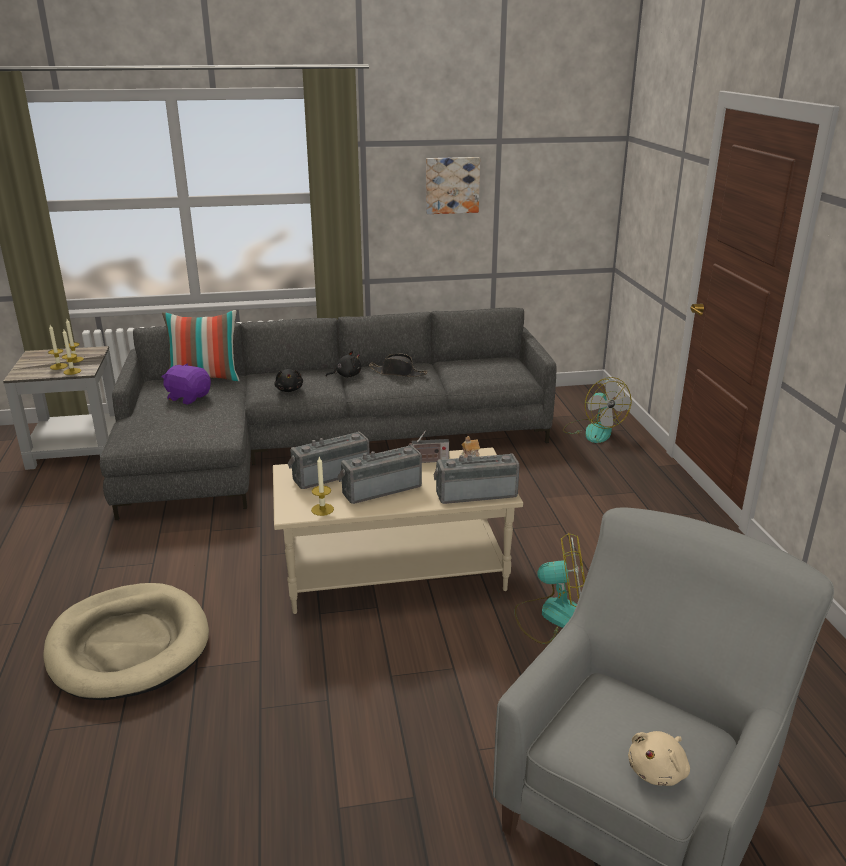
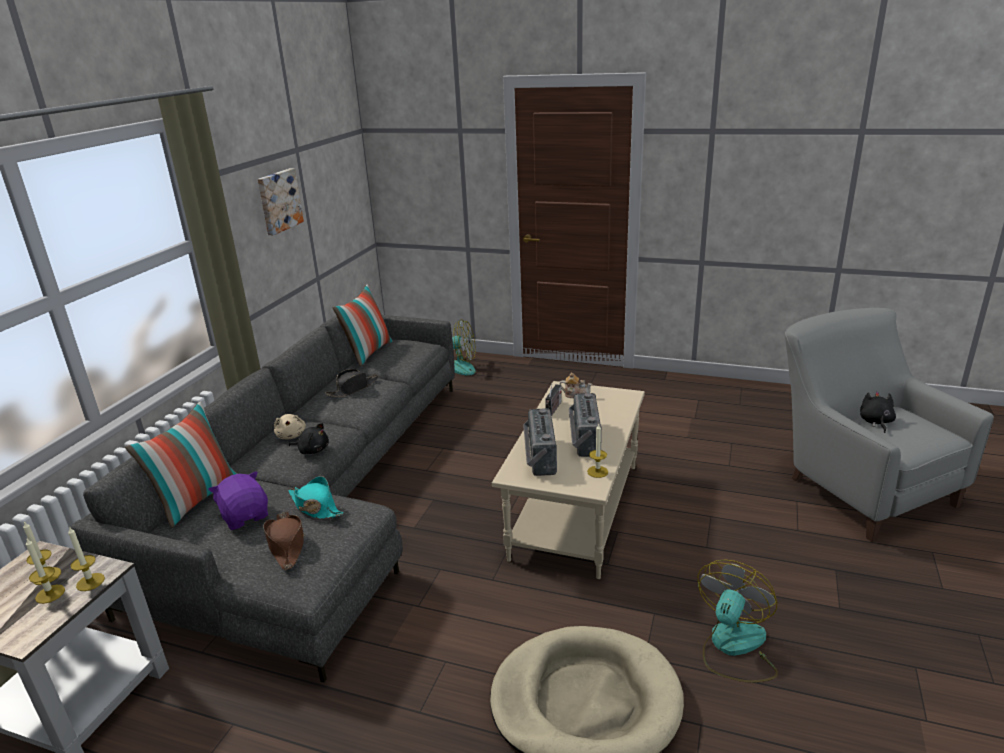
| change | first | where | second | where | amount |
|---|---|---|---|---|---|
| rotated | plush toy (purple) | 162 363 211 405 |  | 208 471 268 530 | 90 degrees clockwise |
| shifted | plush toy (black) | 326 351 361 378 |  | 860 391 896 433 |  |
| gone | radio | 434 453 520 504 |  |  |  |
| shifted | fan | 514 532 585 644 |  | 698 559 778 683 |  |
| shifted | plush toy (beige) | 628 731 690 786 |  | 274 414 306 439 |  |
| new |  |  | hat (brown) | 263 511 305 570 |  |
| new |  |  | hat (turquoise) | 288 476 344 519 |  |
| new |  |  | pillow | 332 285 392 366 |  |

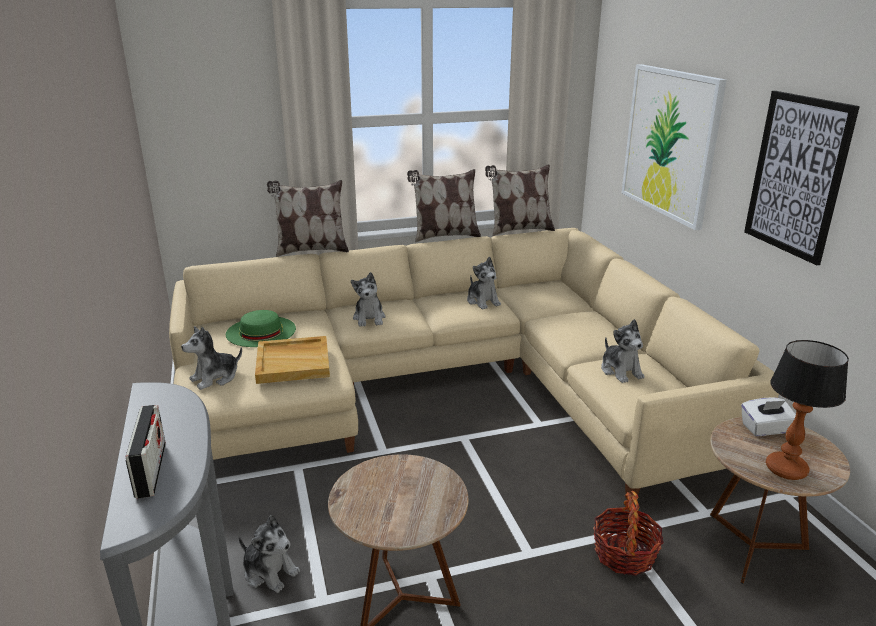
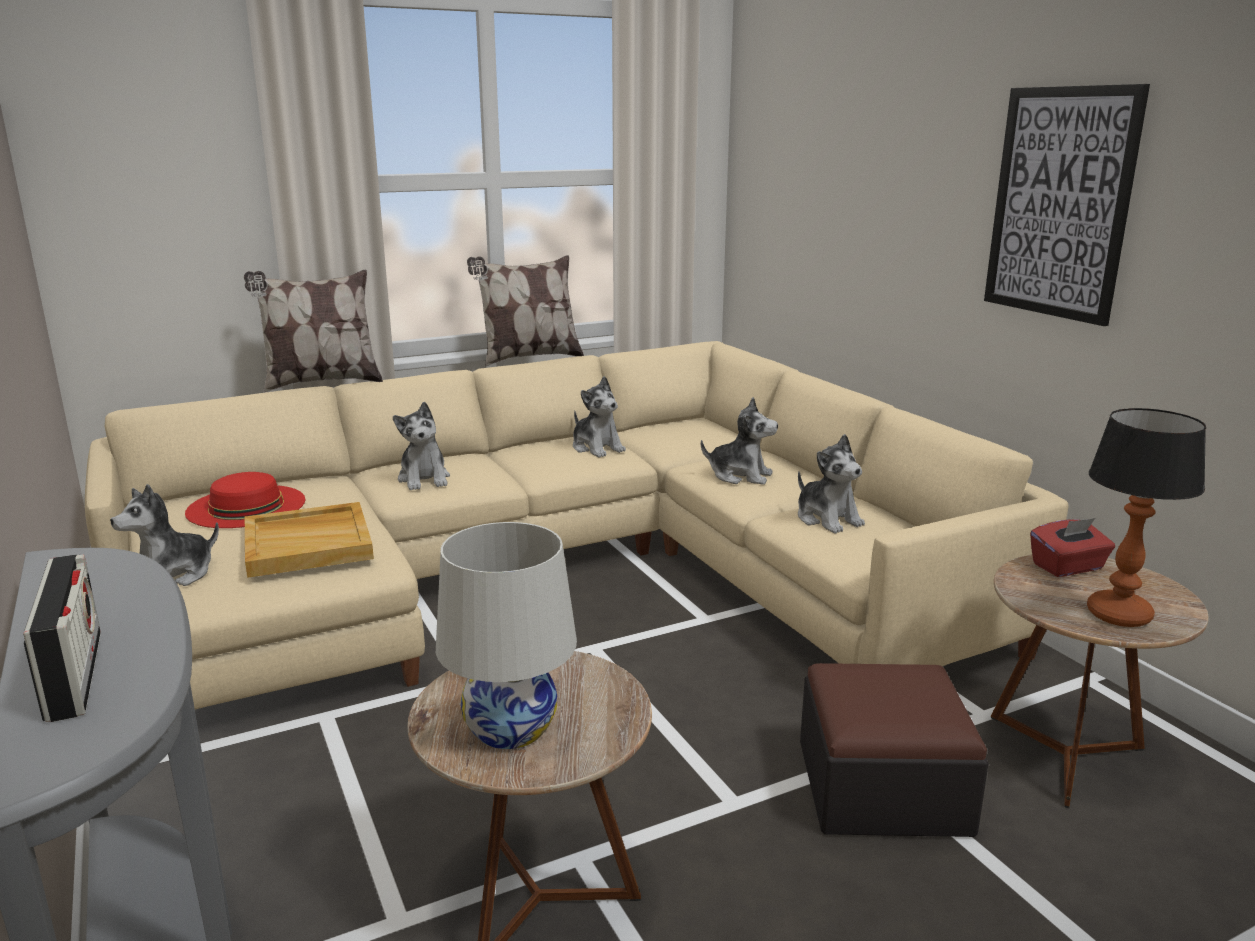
| change | first | where | second | where | amount |
|---|---|---|---|---|---|
| repainted | hat (green) | 226 310 296 347 | hat (red) | 185 472 305 528 |  |
| shifted | plush toy | 238 515 300 593 |  | 701 397 778 485 |  |
| gone | pillow | 485 164 555 236 |  |  |  |
| swapped | basket | 593 491 663 576 | ottoman | 800 663 989 837 |  |
| gone | picture | 622 64 727 230 |  |  |  |
| repainted | tissue box (white) | 741 398 796 436 | tissue box (red) | 1030 518 1115 577 |  |
| new |  |  | table lamp (white) | 436 522 577 749 |  |

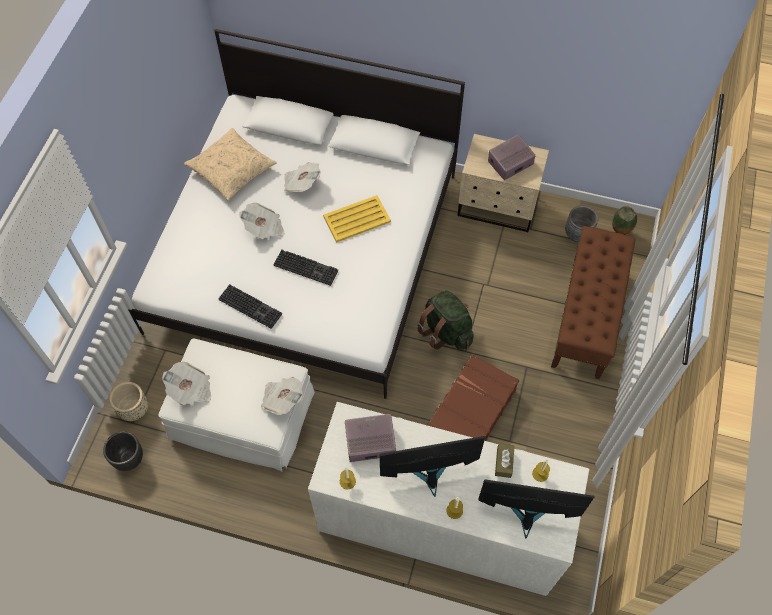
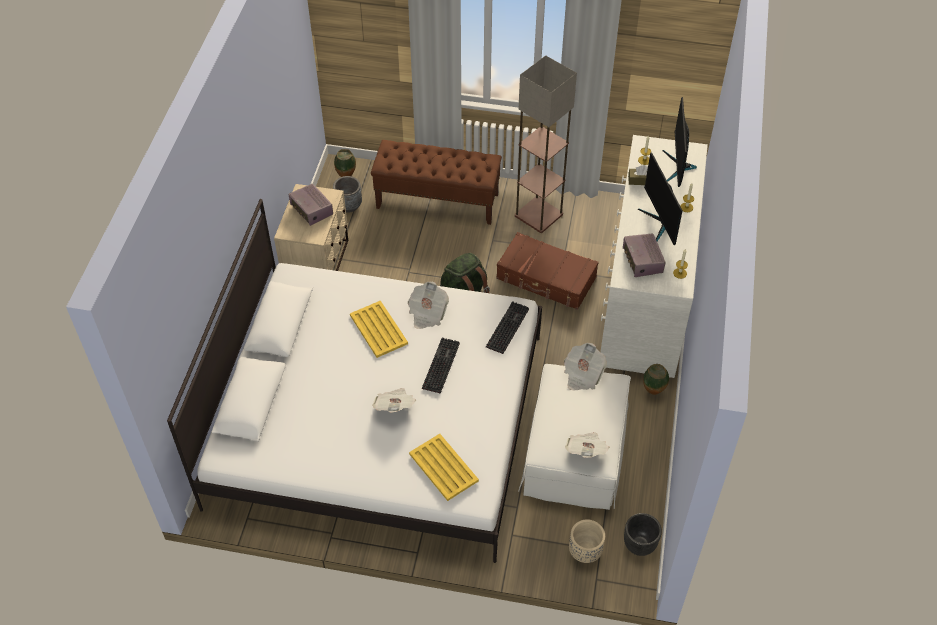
| change | first | where | second | where | amount |
|---|---|---|---|---|---|
| gone | pillow (beige) | 184 128 277 201 |  |  |  |
| shifted | keyboard | 219 284 282 329 |  | 486 301 529 354 |  |
| shifted | newspaper | 284 162 321 192 |  | 408 281 449 329 |  |
| new |  |  | tray (yellow) | 409 434 479 501 |  |
| new |  |  | floor lamp | 515 55 577 233 |  |
| new |  |  | vase | 643 364 669 395 |  |

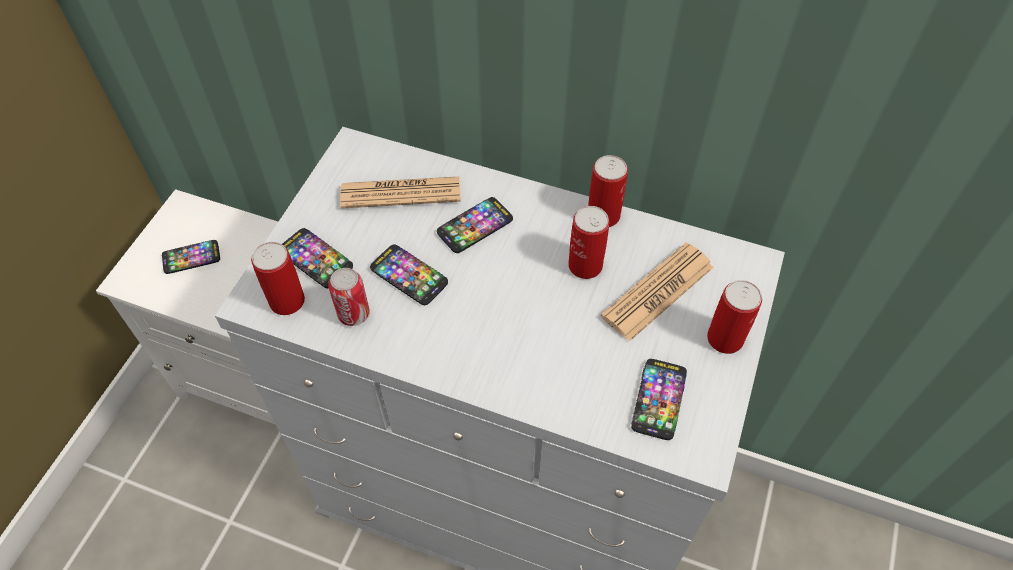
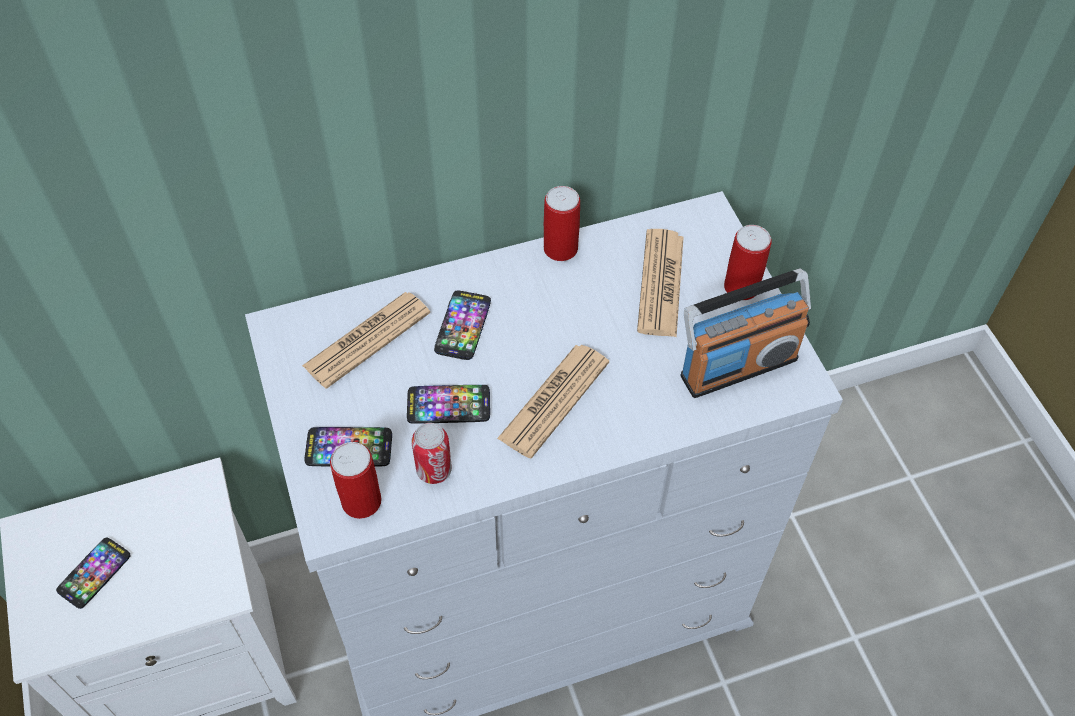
| change | first | where | second | where | amount |
|---|---|---|---|---|---|
| gone | can | 568 206 610 279 |  |  |  |
| swapped | phone | 631 359 687 440 | radio | 681 268 811 398 |  |
| new |  |  | newspaper | 497 345 609 459 |  |

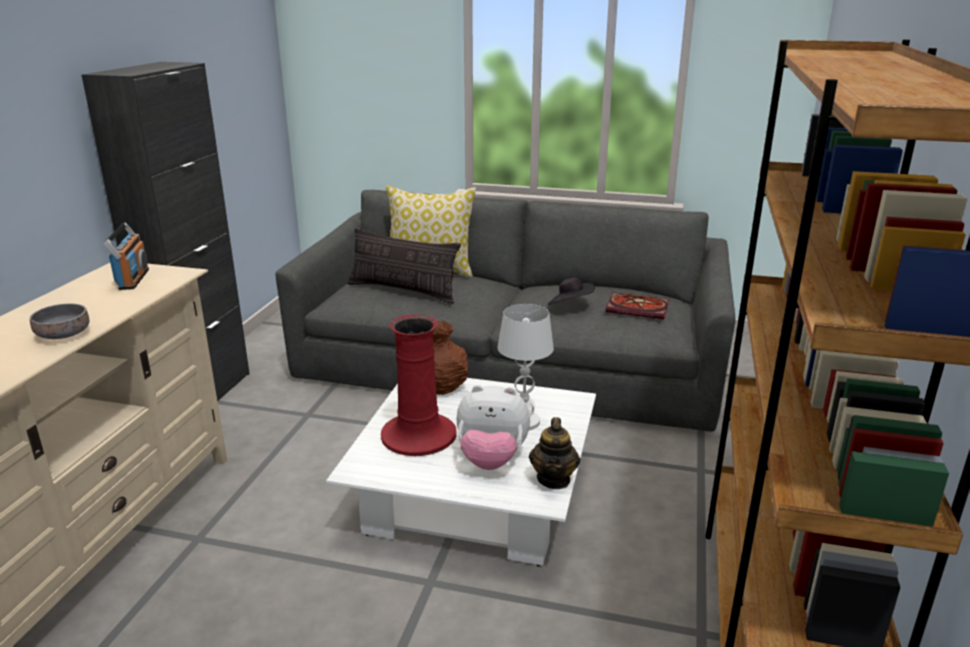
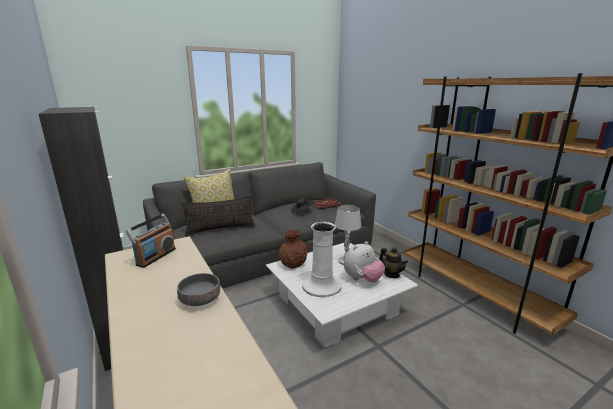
| change | first | where | second | where | amount |
|---|---|---|---|---|---|
| rotated | radio | 104 222 149 290 |  | 125 214 176 268 | 75 degrees clockwise |
| repainted | vase (red) | 381 315 457 456 | vase (white) | 302 222 342 297 |  |

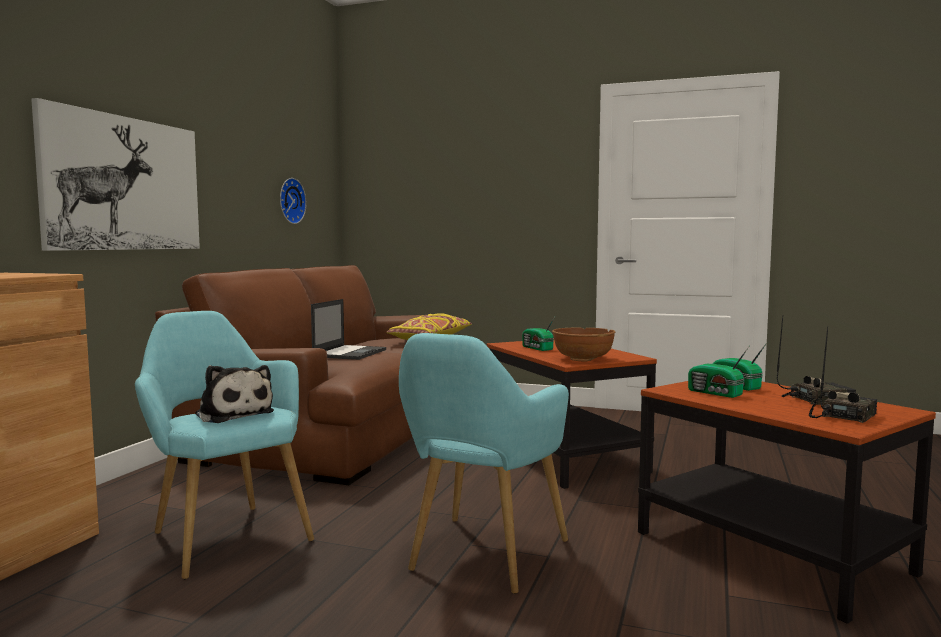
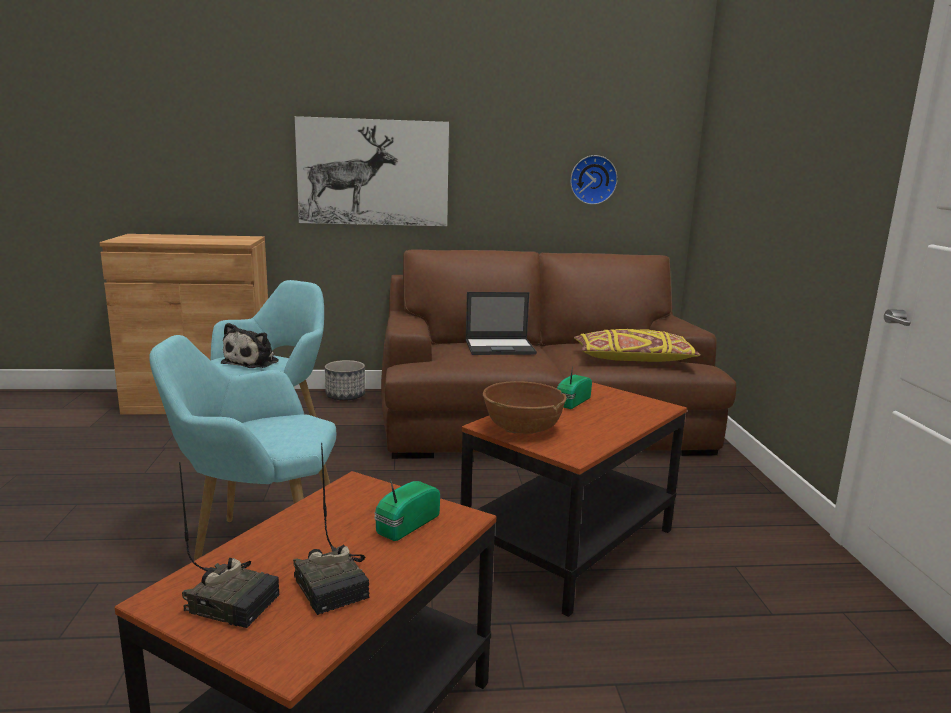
| change | first | where | second | where | amount |
|---|---|---|---|---|---|
| gone | radio | 688 345 750 398 |  |  |  |
| new |  |  | planter | 325 360 365 401 |  |

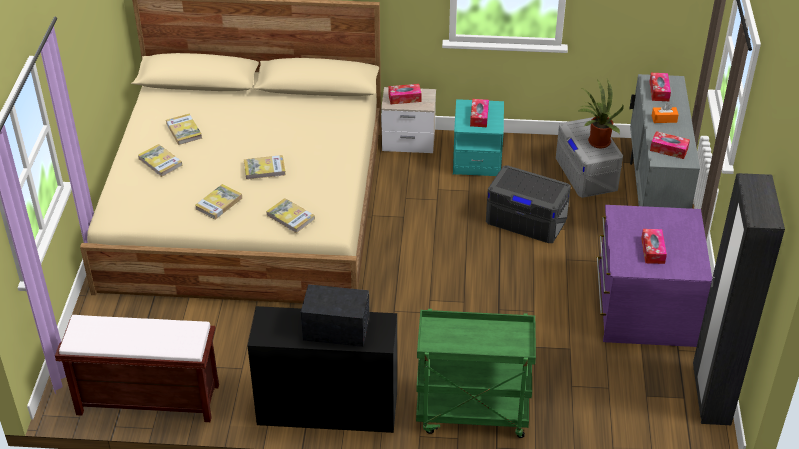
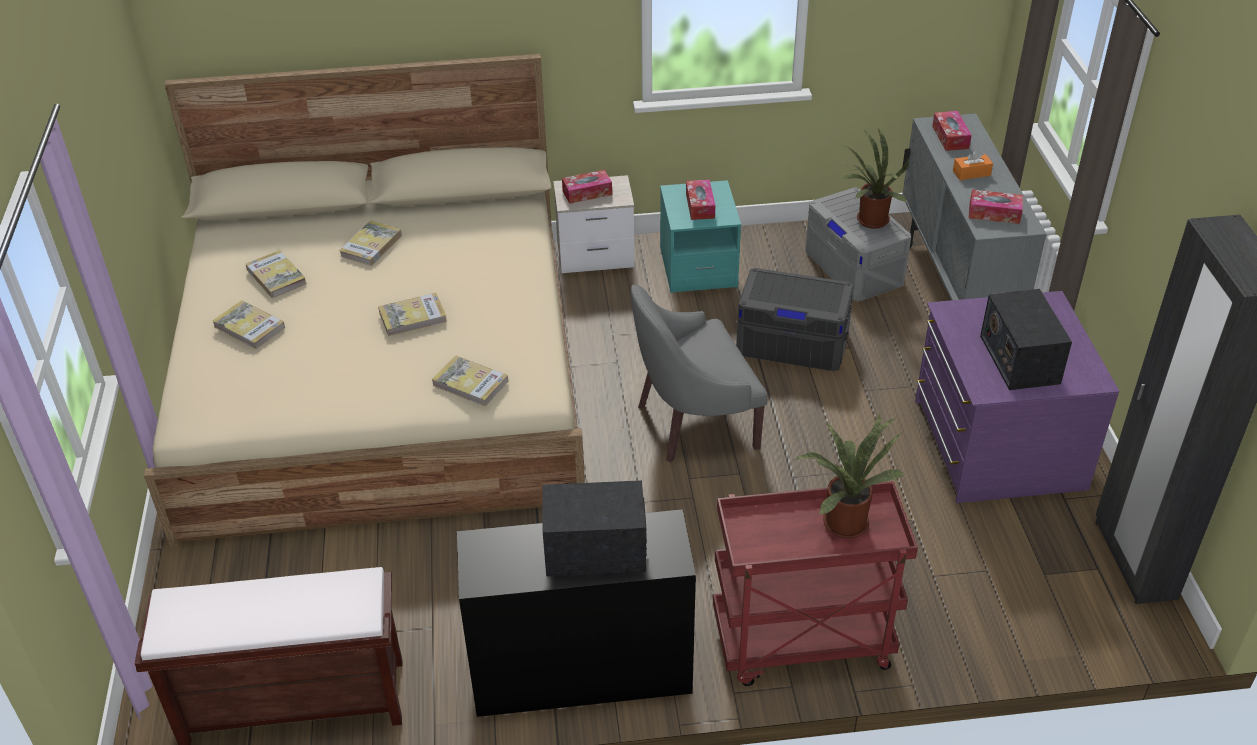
| change | first | where | second | where | amount |
|---|---|---|---|---|---|
| shifted | book | 195 184 242 220 |  | 339 220 402 266 |  |
| repainted | cart (green) | 416 309 536 438 | cart (red) | 713 481 918 686 |  |
| swapped | tissue box | 641 229 667 264 | radio | 980 289 1072 390 |  |
| new |  |  | armchair (grey) | 631 284 767 462 |  |
| new |  |  | potted plant | 794 413 906 538 |  |

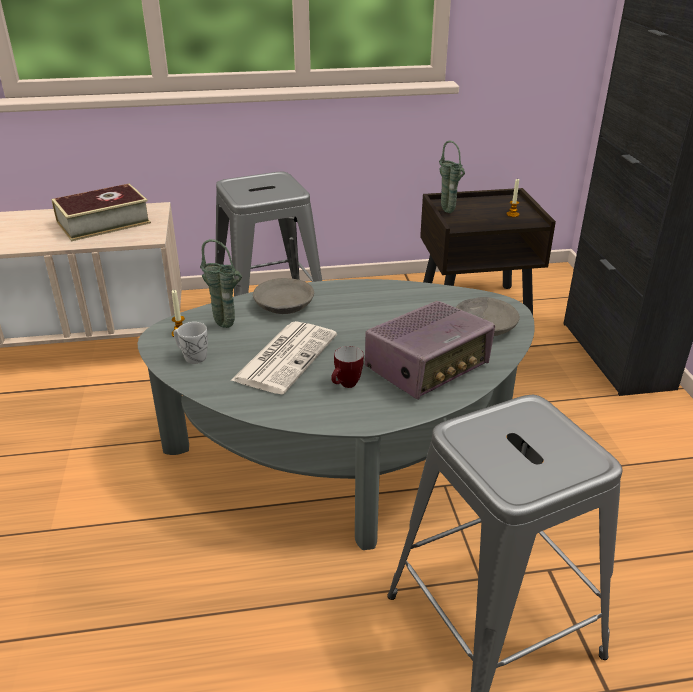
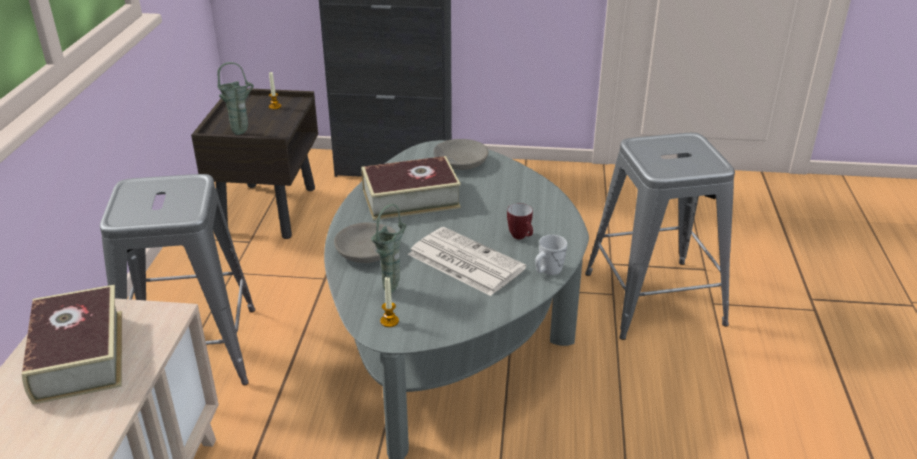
| change | first | where | second | where | amount |
|---|---|---|---|---|---|
| shifted | mug (white) | 173 322 208 364 |  | 535 235 567 275 |  |
| gone | radio | 365 301 495 400 |  |  |  |
| new |  |  | book | 361 156 461 220 |  |

